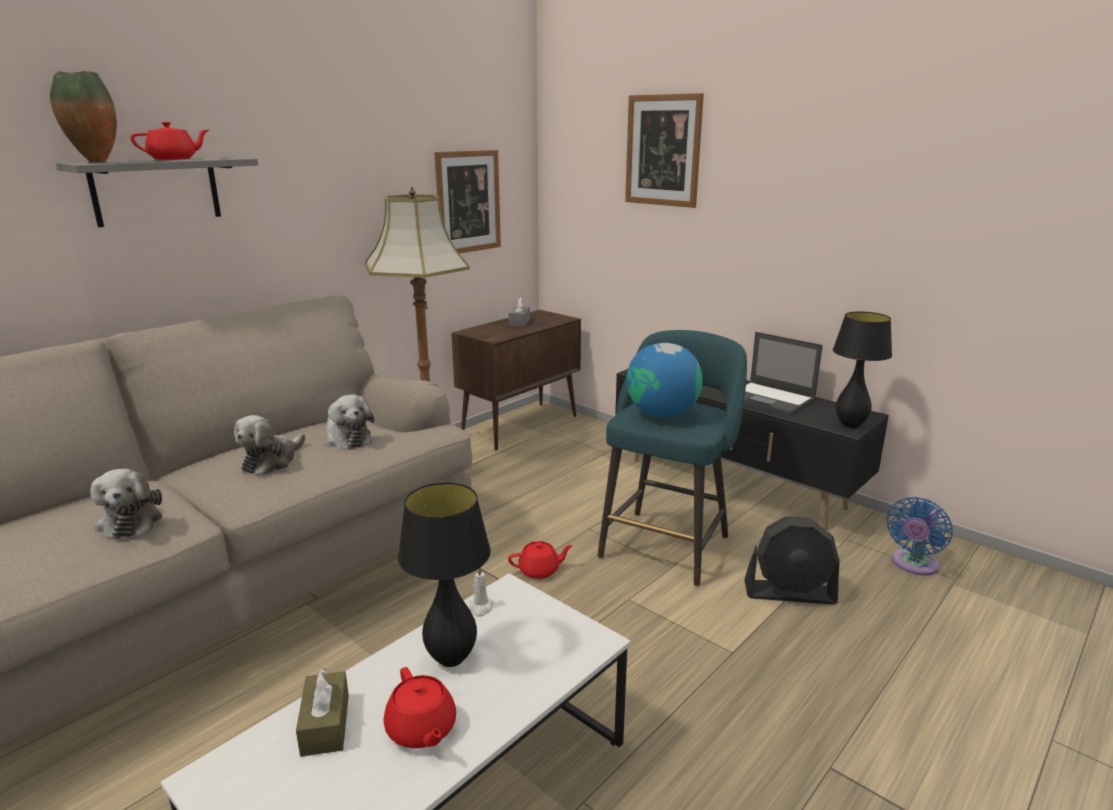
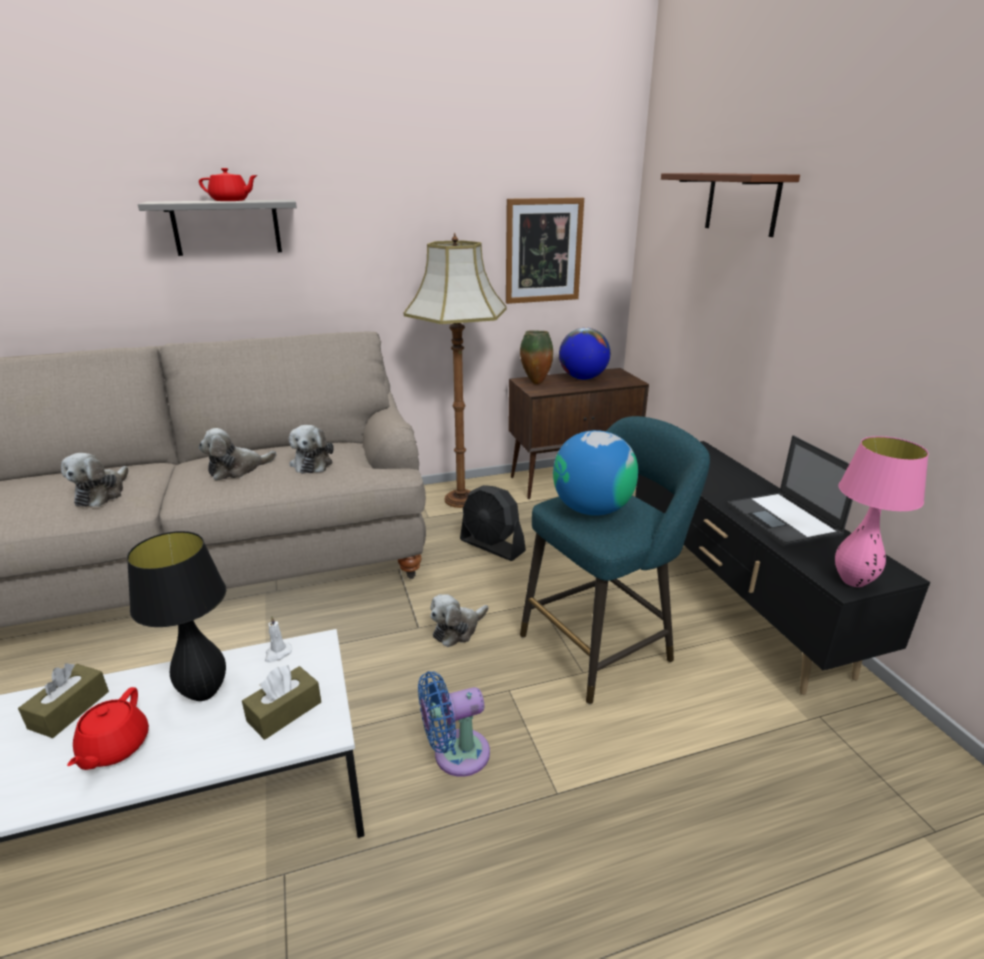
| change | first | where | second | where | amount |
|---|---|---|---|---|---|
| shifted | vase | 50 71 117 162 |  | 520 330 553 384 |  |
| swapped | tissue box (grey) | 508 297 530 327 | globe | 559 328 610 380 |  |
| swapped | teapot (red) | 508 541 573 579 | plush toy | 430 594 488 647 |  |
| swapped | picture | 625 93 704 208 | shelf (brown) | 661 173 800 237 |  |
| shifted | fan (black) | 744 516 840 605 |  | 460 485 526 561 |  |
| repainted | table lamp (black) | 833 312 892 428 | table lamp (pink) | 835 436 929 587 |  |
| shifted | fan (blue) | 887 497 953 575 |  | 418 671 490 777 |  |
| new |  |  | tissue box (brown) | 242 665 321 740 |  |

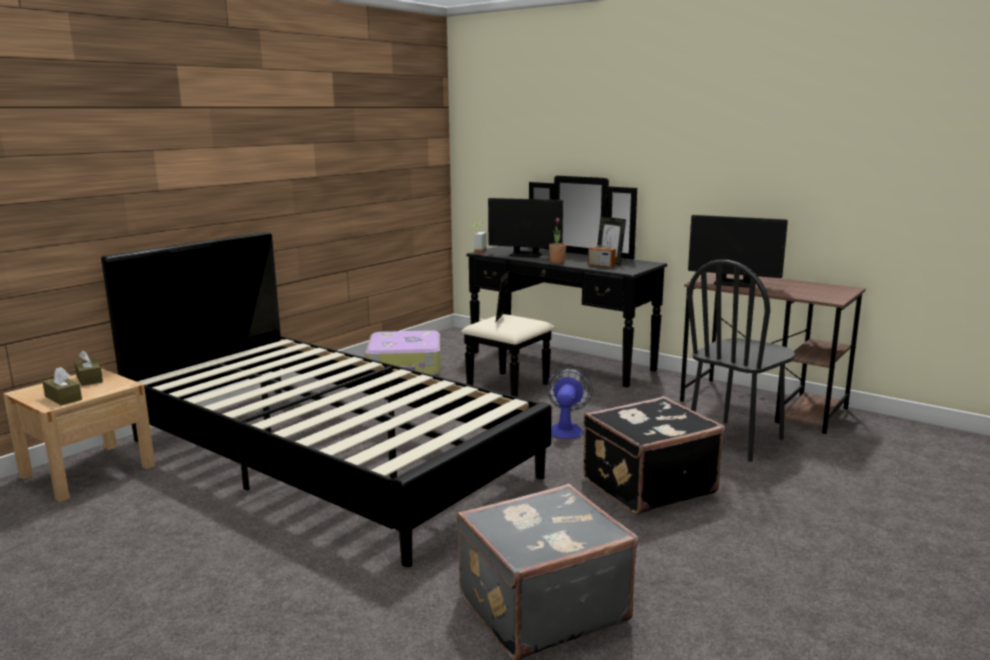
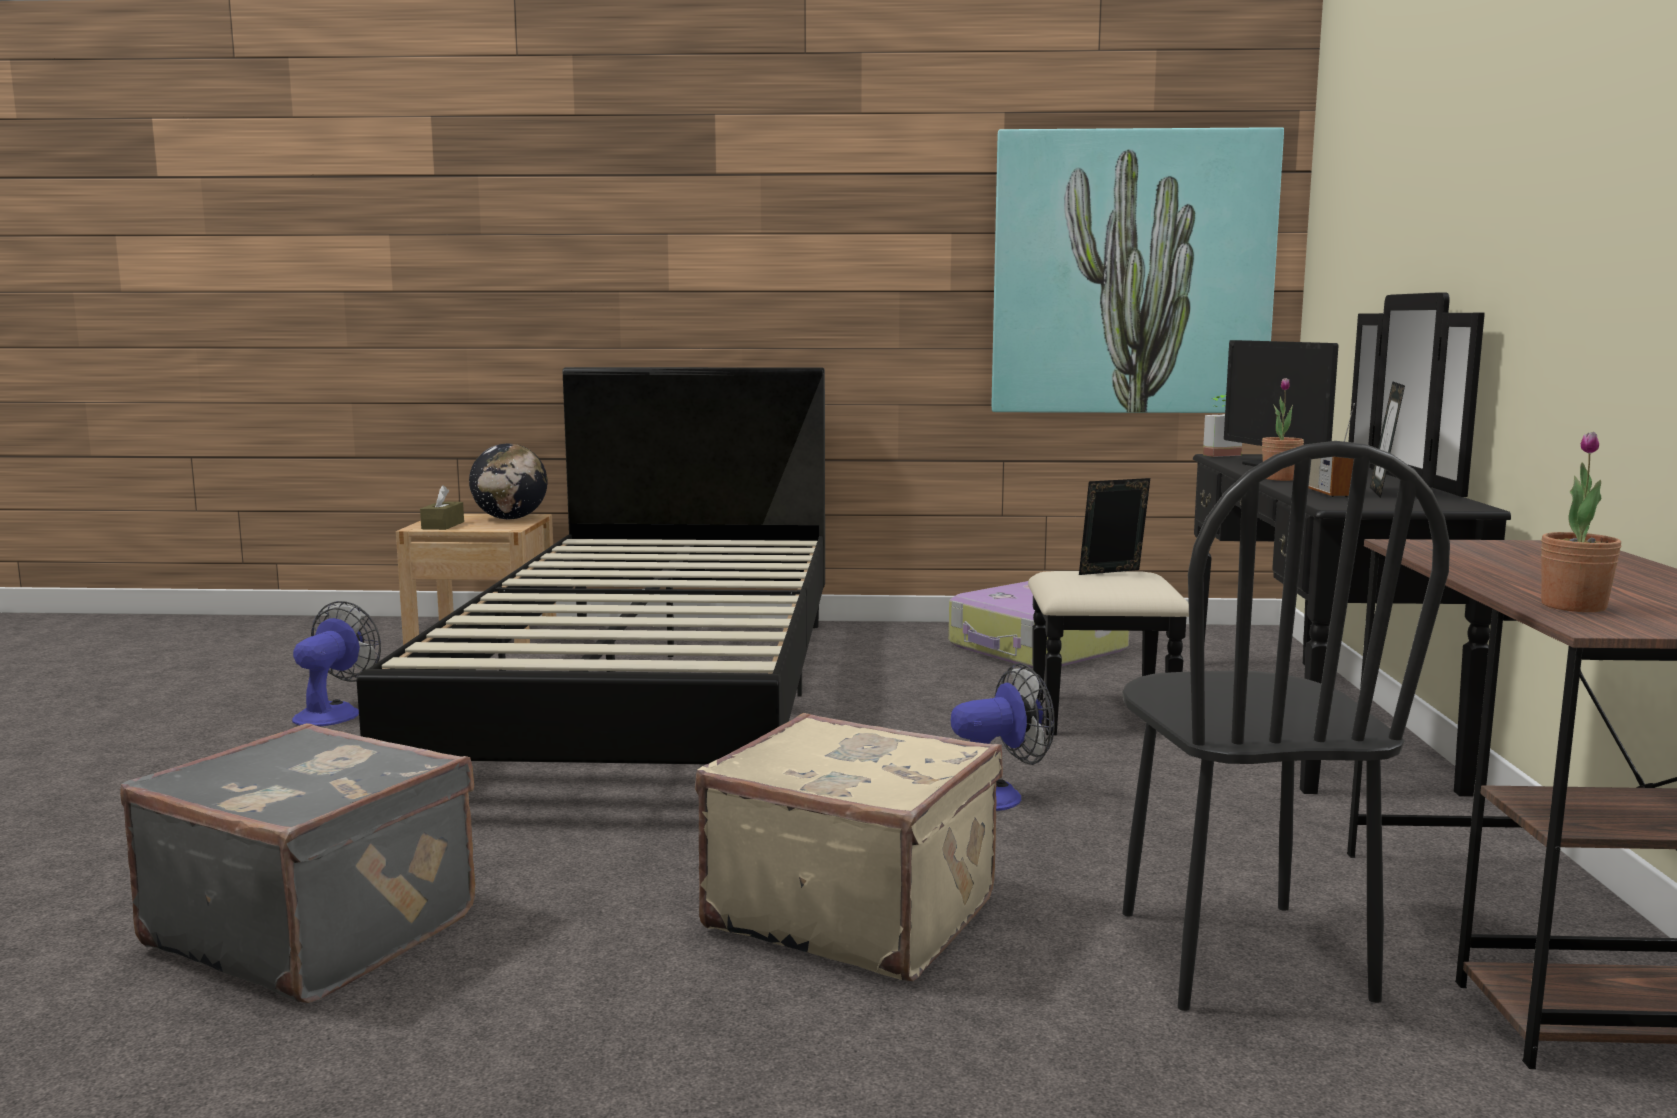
| change | first | where | second | where | amount |
|---|---|---|---|---|---|
| swapped | tissue box (brown) | 74 350 103 386 | globe | 469 444 547 519 |  |
| repainted | suitcase (black) | 583 396 725 515 | suitcase (beige) | 695 713 1003 981 |  |
| rotated | chair (black) | 687 260 795 462 |  | 1122 441 1450 1011 | 105 degrees counterclockwise |
| gone | monitor | 688 215 788 288 |  |  |  |
| new |  |  | fan | 292 601 381 726 |  |
| new |  |  | picture | 991 127 1284 413 |  |
| new |  |  | potted plant | 1541 432 1621 612 |  |

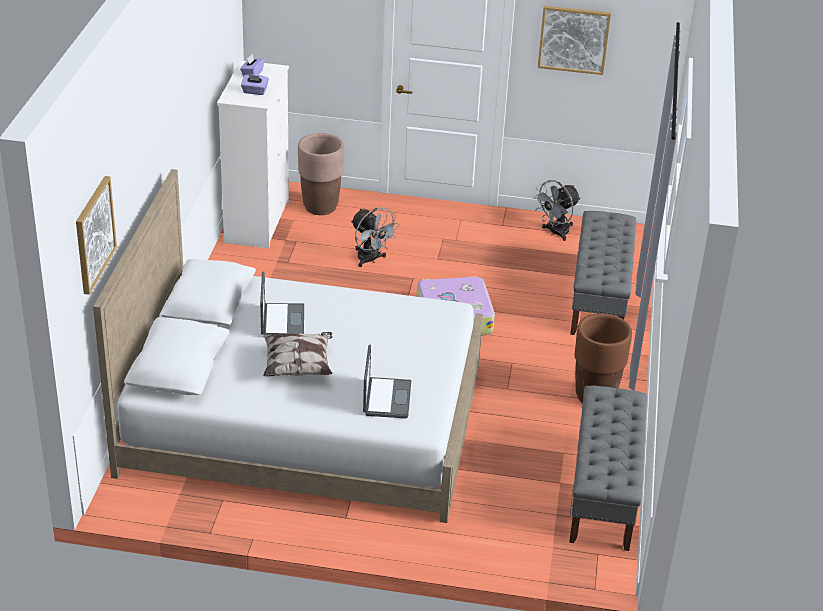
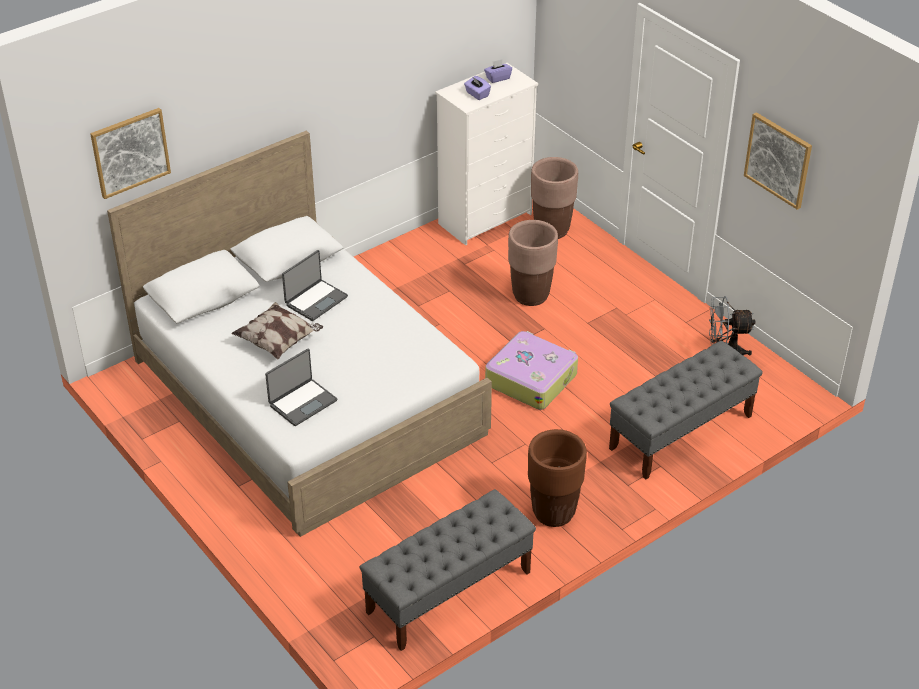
| change | first | where | second | where | amount |
|---|---|---|---|---|---|
| swapped | fan (grey) | 351 207 400 267 | planter (brown) | 508 220 558 306 |  |

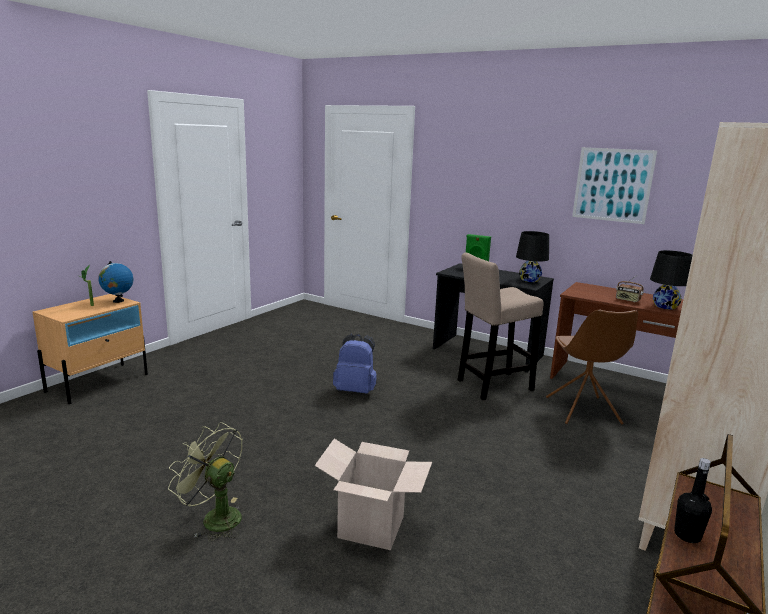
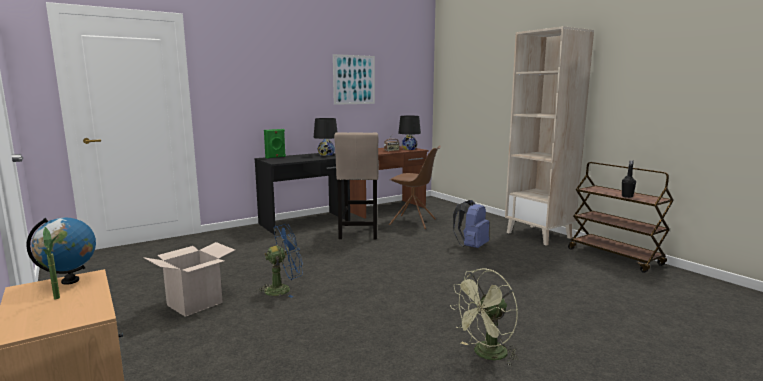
| change | first | where | second | where | amount |
|---|---|---|---|---|---|
| shifted | cardboard box | 315 439 432 550 |  | 143 242 235 317 |  |
| shifted | backpack (blue) | 333 334 377 394 |  | 453 200 489 248 |  |
| new |  |  | fan (blue) | 256 224 303 298 |  |

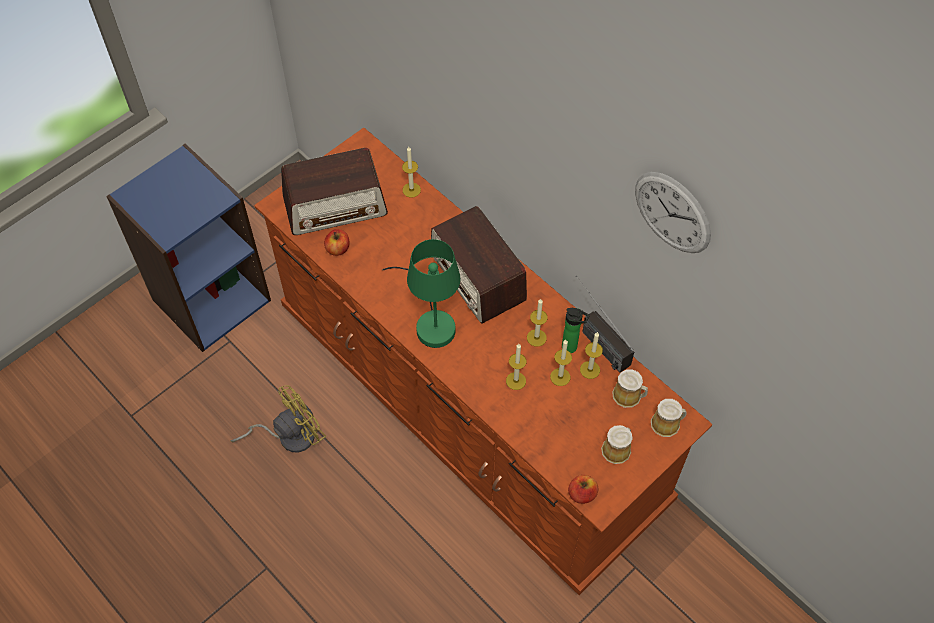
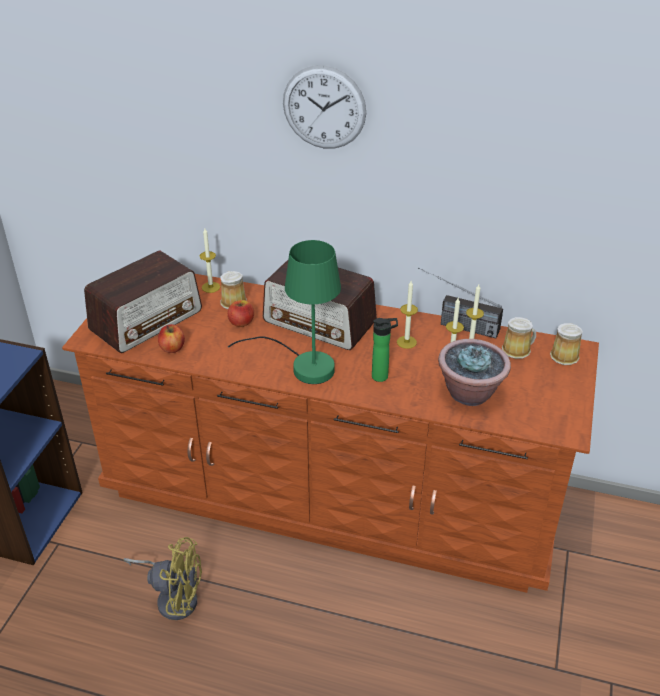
| change | first | where | second | where | amount |
|---|---|---|---|---|---|
| rotated | fan (yellow) | 230 385 326 453 |  | 123 537 202 620 | 75 degrees clockwise |
| gone | candle | 506 344 526 390 |  |  |  |
| shifted | bottle | 562 308 590 353 |  | 372 318 398 382 |  |
| shifted | apple | 568 475 598 504 |  | 228 300 254 327 |  |
| shifted | mug | 601 425 633 464 |  | 220 271 247 309 |  |
| shifted | wall clock | 635 172 711 253 |  | 283 65 366 149 |  |
| new |  |  | potted plant | 438 339 511 406 |  |

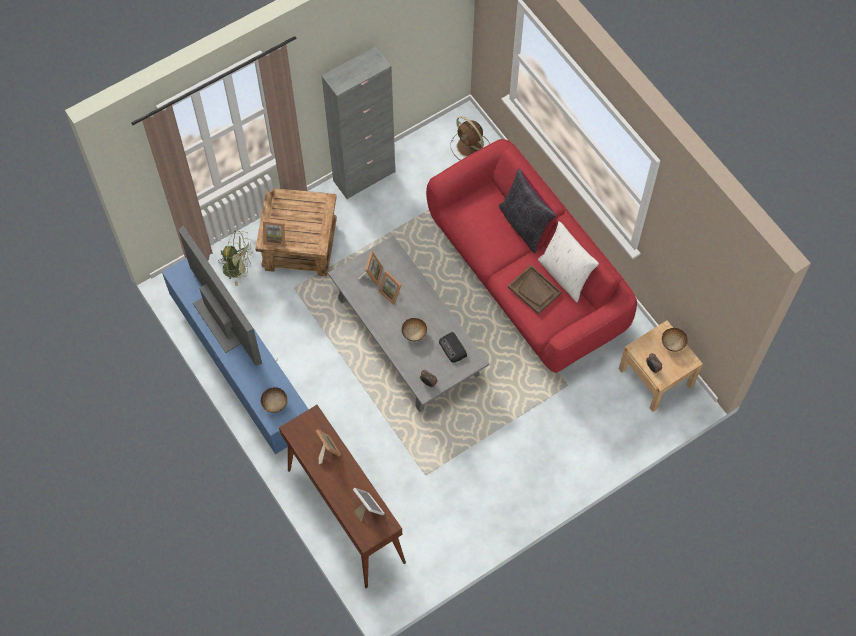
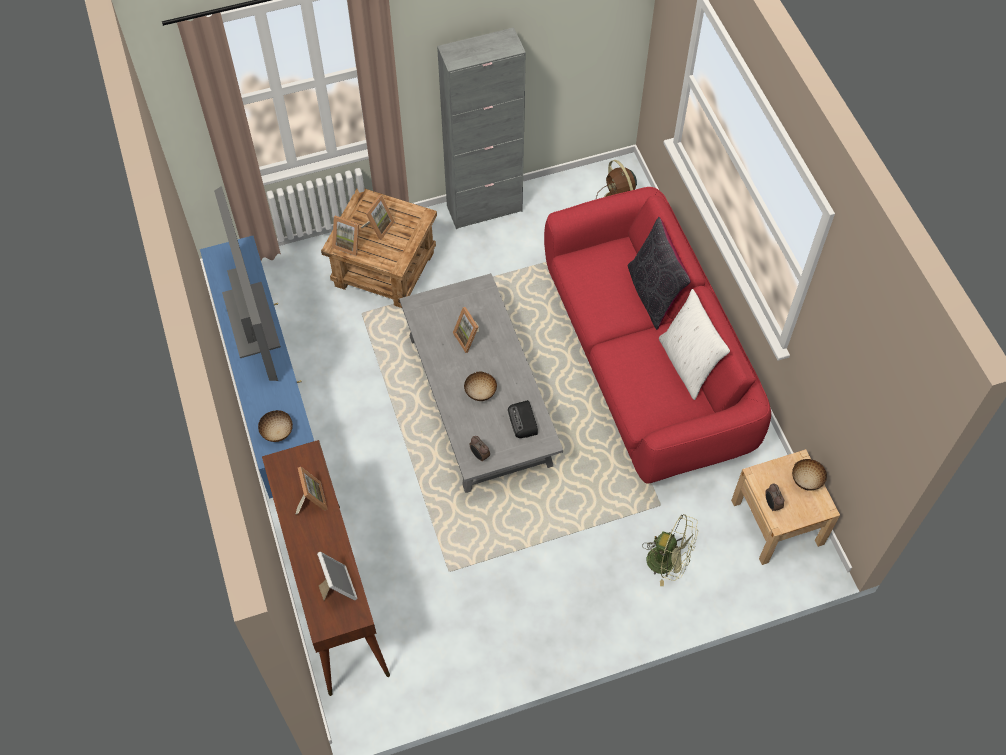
| change | first | where | second | where | amount |
|---|---|---|---|---|---|
| shifted | fan (green) | 218 230 253 286 |  | 642 514 698 586 |  |
| shifted | picture frame | 358 251 383 286 |  | 361 195 395 240 |  |
| gone | tray (brown) | 508 265 562 315 |  |  |  |

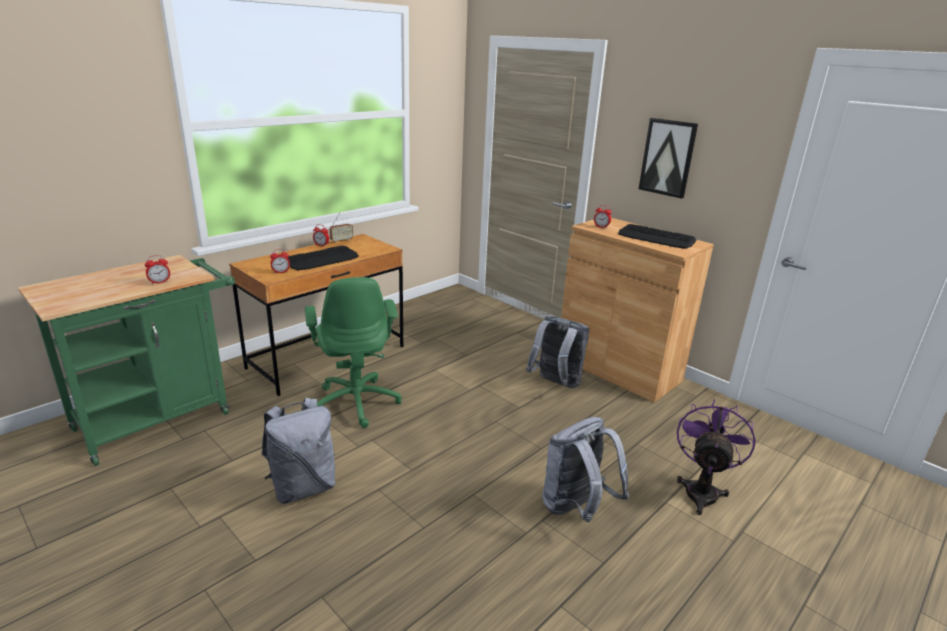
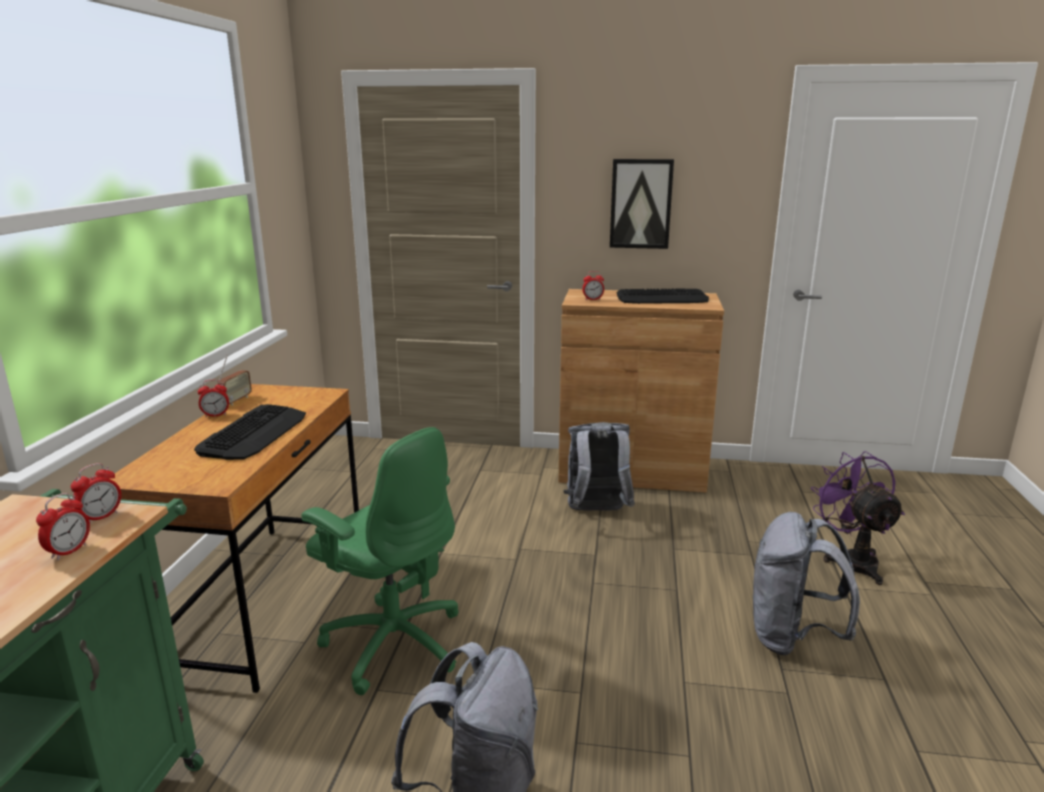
| change | first | where | second | where | amount |
|---|---|---|---|---|---|
| shifted | alarm clock | 270 249 290 273 |  | 71 463 121 522 |  |

